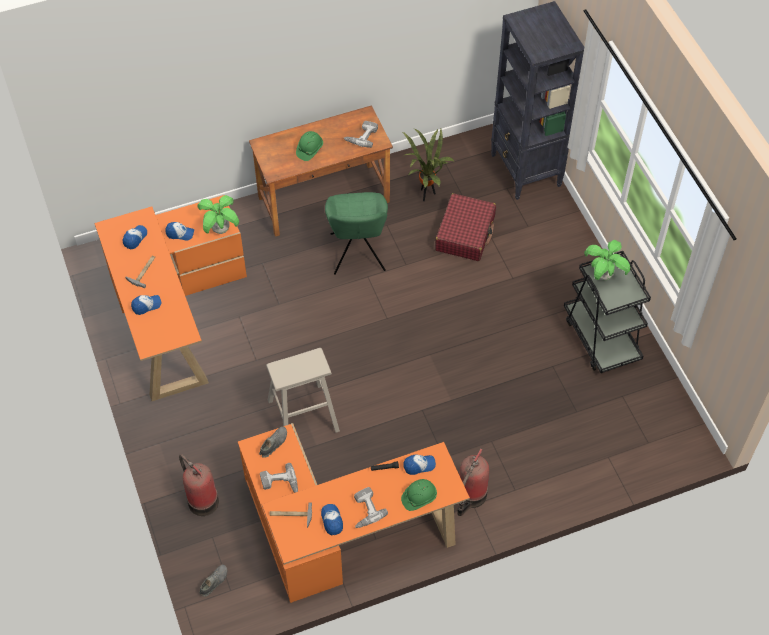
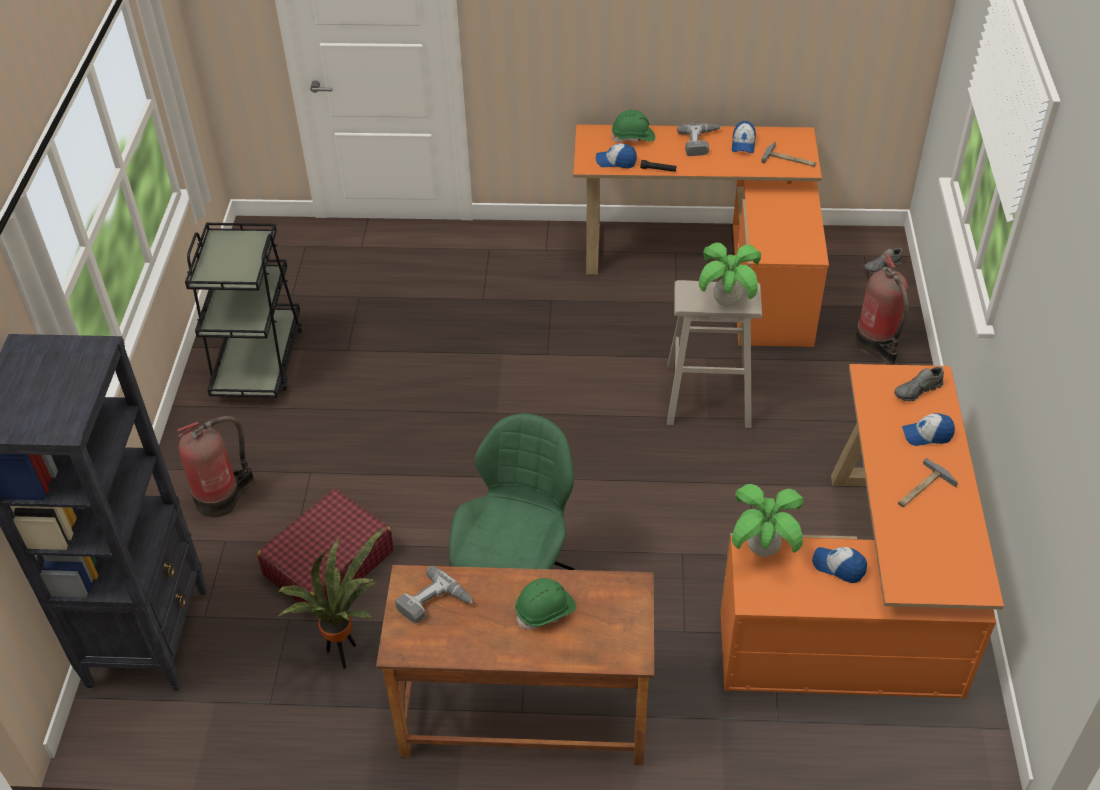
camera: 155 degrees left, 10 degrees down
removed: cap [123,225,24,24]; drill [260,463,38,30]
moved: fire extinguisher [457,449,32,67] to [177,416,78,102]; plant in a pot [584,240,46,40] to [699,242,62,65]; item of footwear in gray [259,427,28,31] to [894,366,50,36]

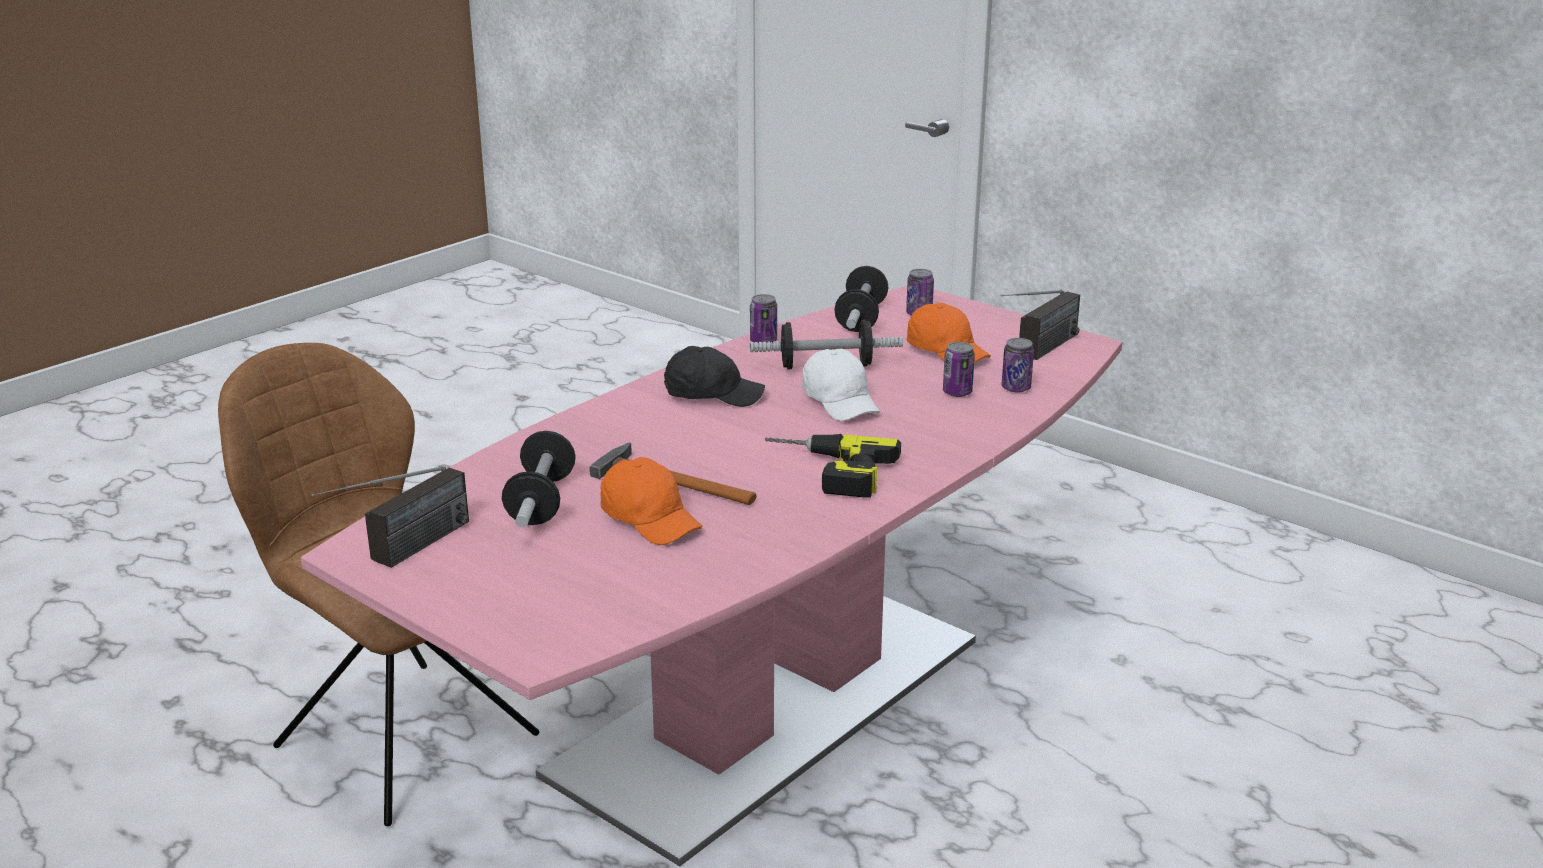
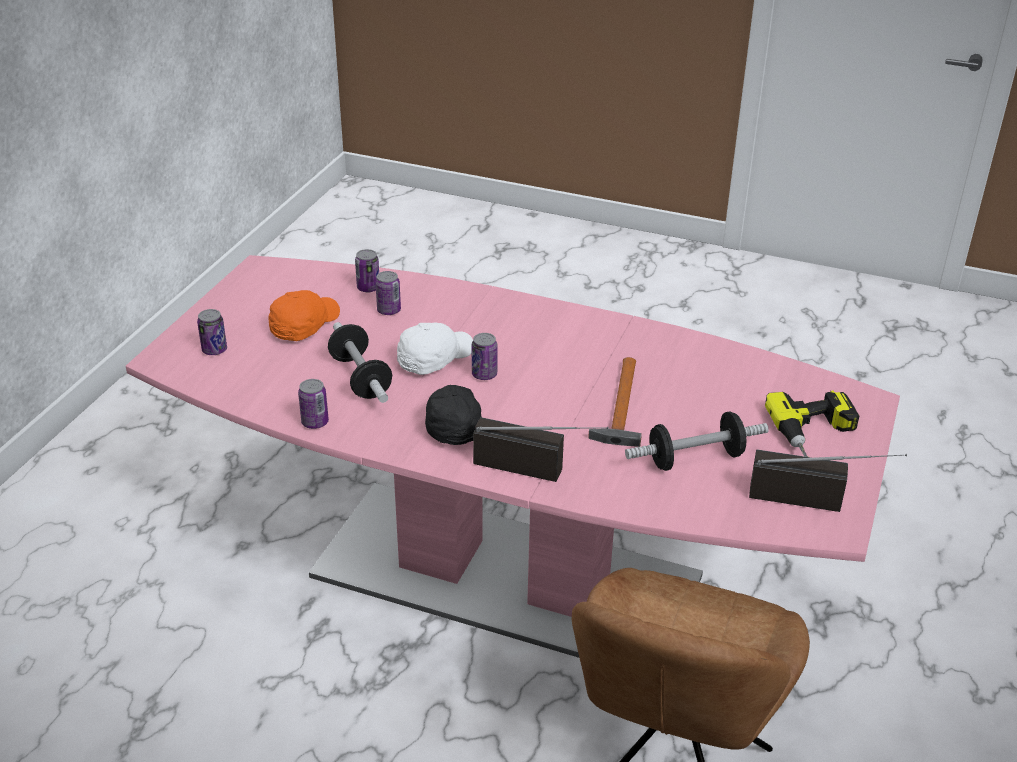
camera: 110 degrees left, 10 degrees up
removed: cap in orange [600,457,103,88]; dumbbell [834,266,55,66]
added: can [472,333,26,47]
moved: radio set [1001,290,79,70] to [473,417,135,65]; drill [765,434,136,64] to [765,390,94,67]

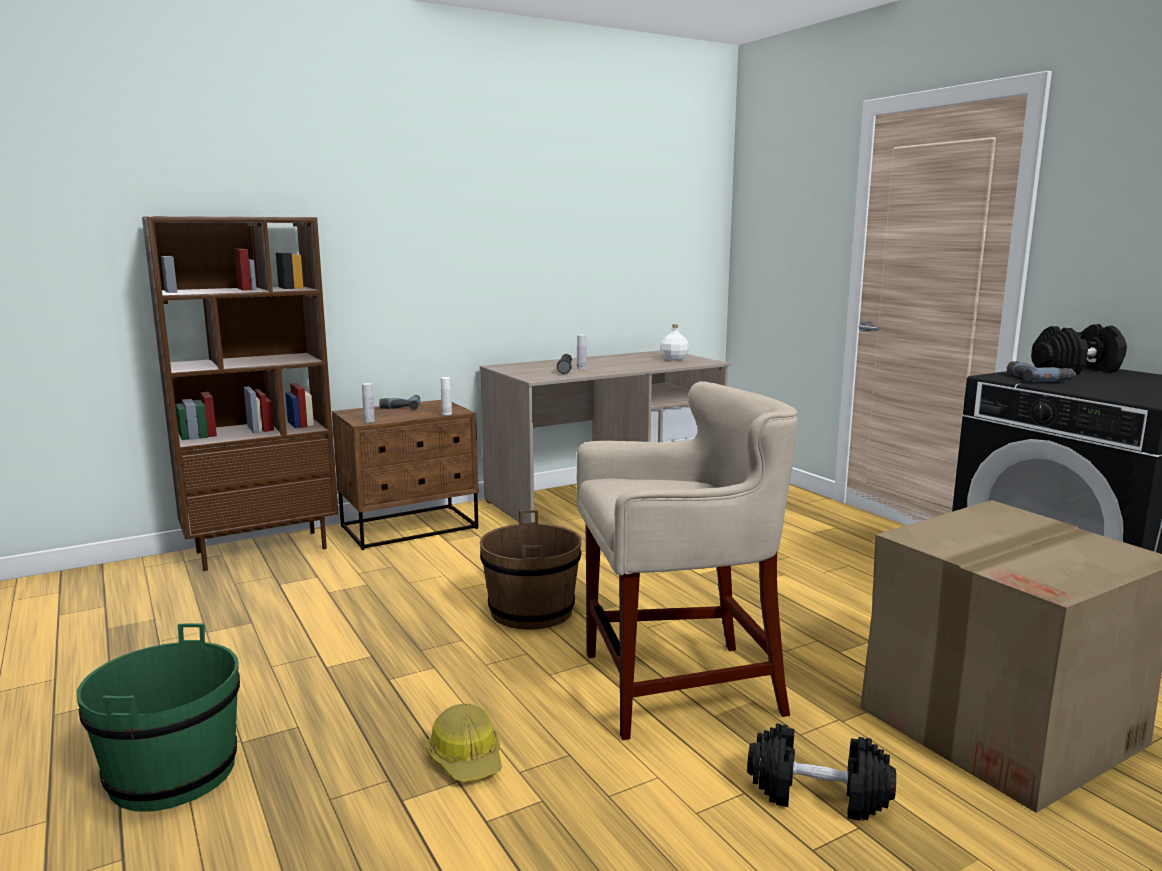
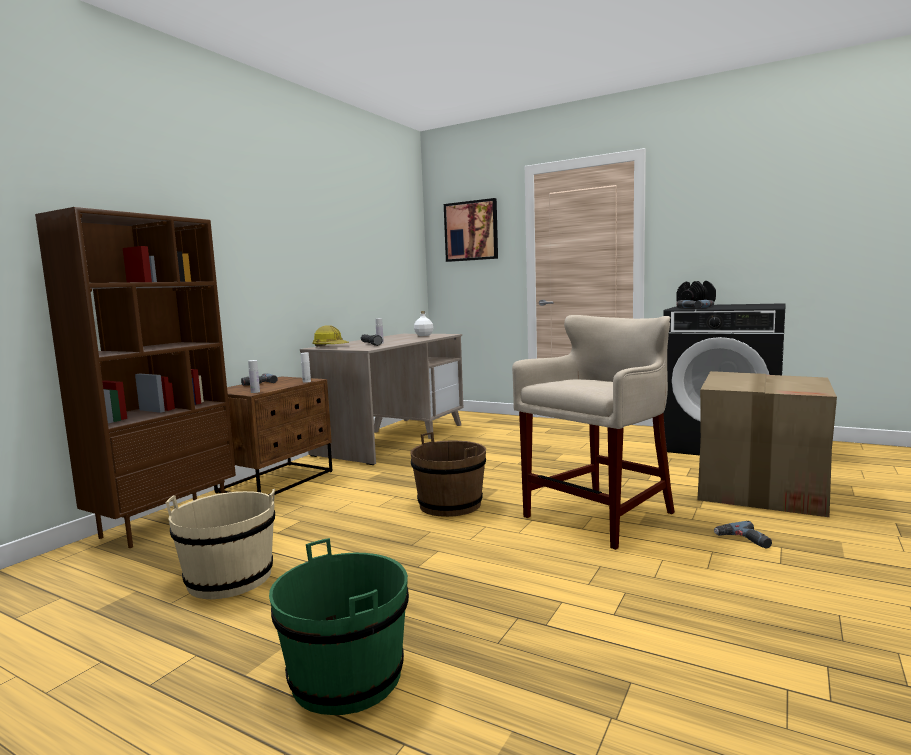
camera: 30 degrees left, 5 degrees down
added: water bucket in beige [166,489,109,110]; wall art [444,198,54,64]
moved: hard hat [426,704,76,78] to [312,325,37,22]
replaced: dumbbell in blackish [747,723,149,98] to drill [714,521,58,28]

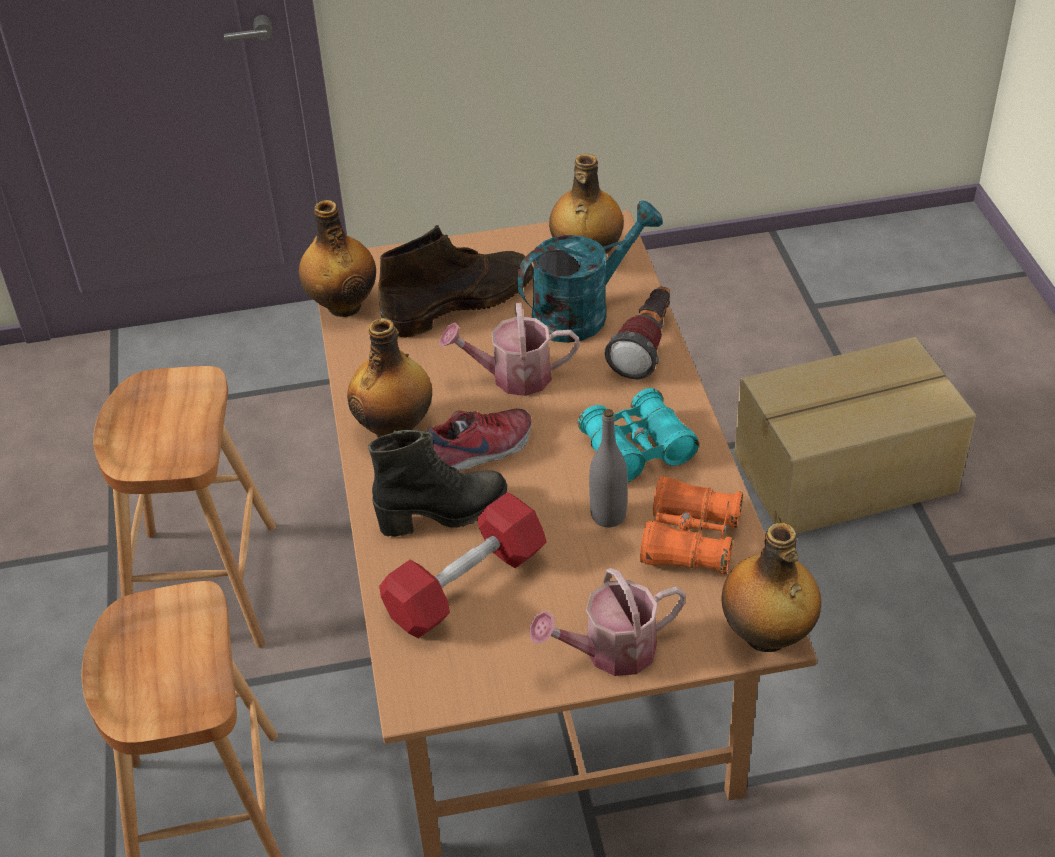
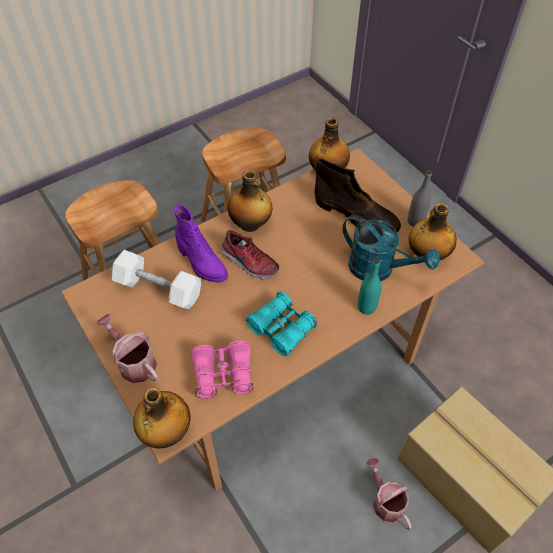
camera: 65 degrees right, 10 degrees up
moved: watering can [439,303,140,93] to [366,458,46,72]; drink bottle in gray [589,409,39,118] to [408,170,24,57]
replaced: flashlight [605,287,65,92] to drink bottle in blue-green [358,259,23,56]
recoloured: dumbbell in red-coloured [379,492,168,147] to dumbbell in whitish [112,250,89,59]; tall boot in blackish [368,430,139,107] to tall boot in purple [173,205,55,78]; field glasses in orange [640,476,103,98] to field glasses in pink [191,340,63,59]

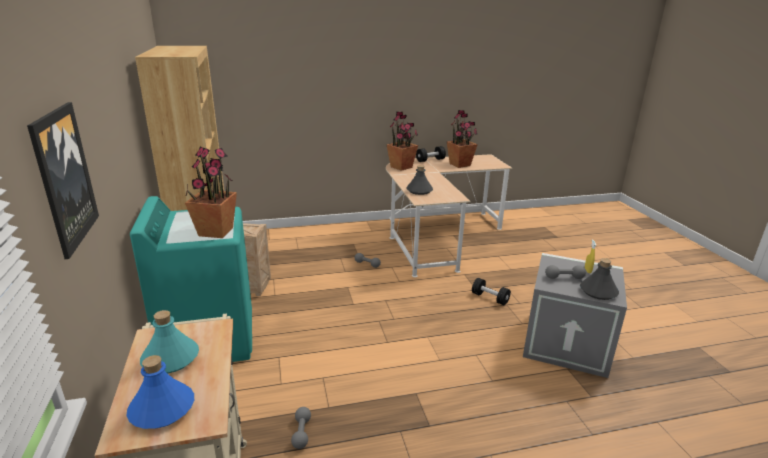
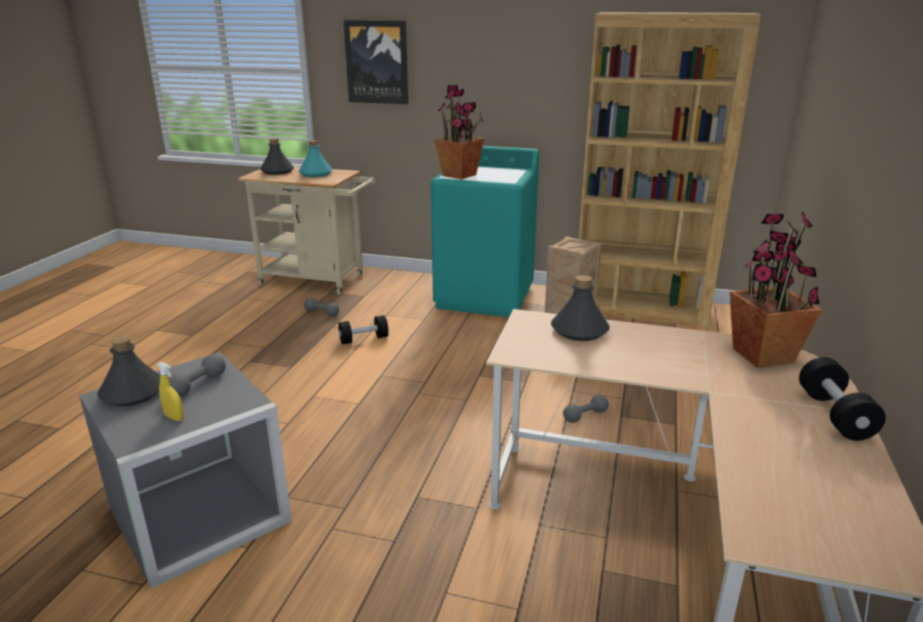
camera: 120 degrees right, 0 degrees up
removed: plant in a pot [447,110,31,58]
moved: dumbbell in blackish [472,278,39,27] to [338,315,51,29]
recoloured: drink bottle in bluish [126,355,68,74] to drink bottle in gray [260,138,34,37]

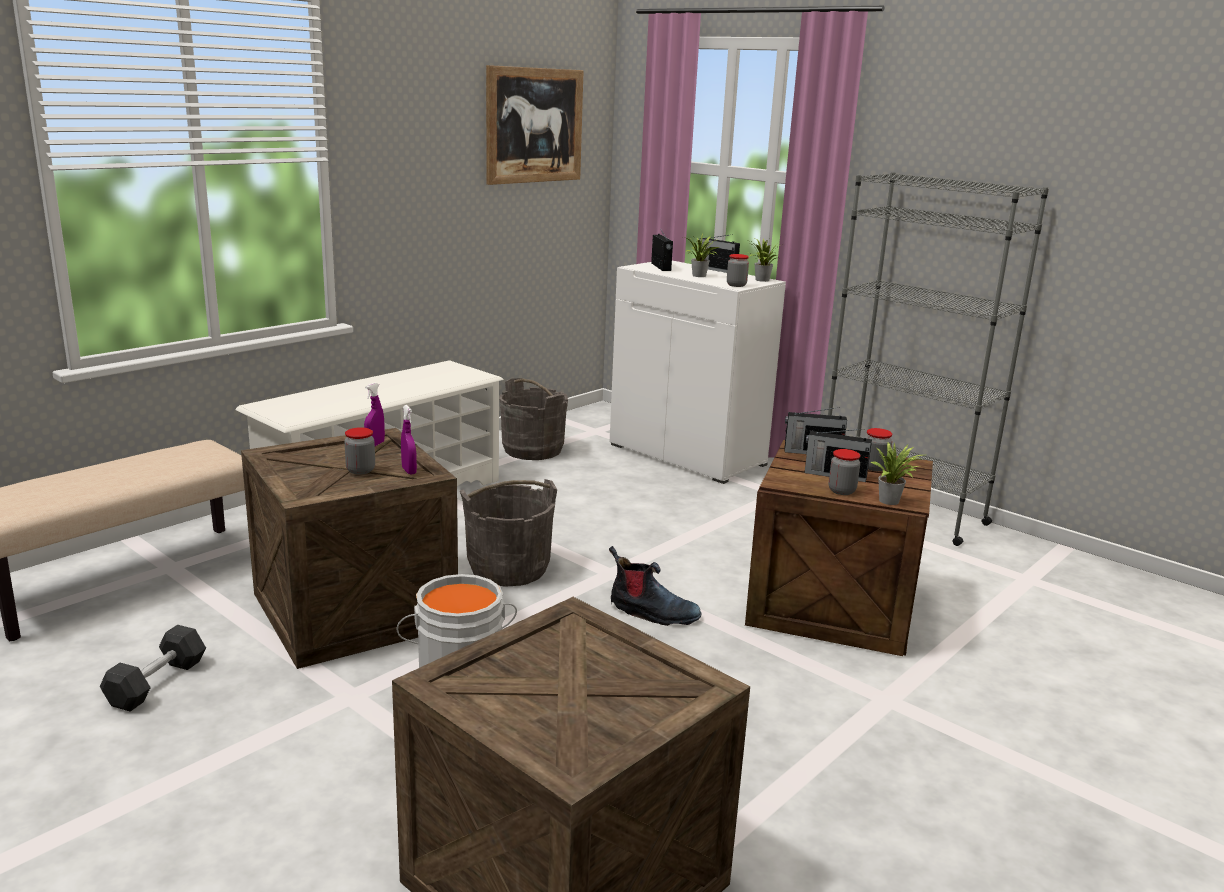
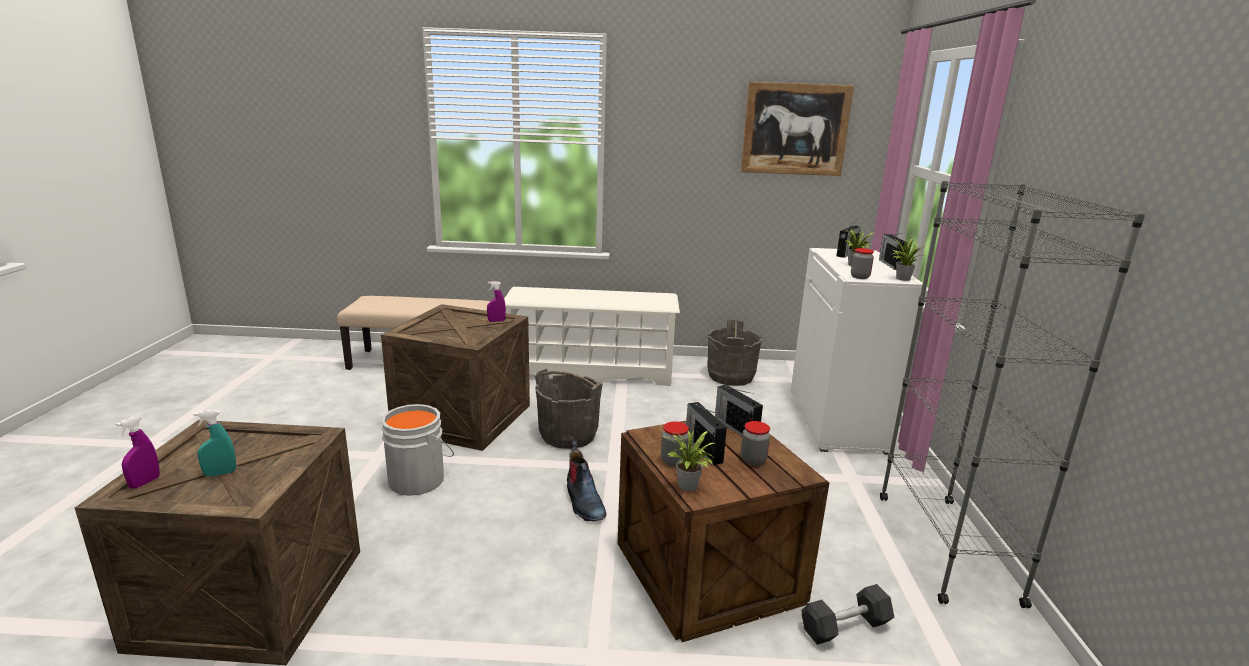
camera: 50 degrees right, 0 degrees up
removed: preserve jar [344,427,31,48]
added: sprayer in blue-green [194,410,42,67]
moved: sprayer in purple [401,405,16,70] to [115,416,45,73]; dumbbell in gray [100,625,106,87] to [802,584,93,61]

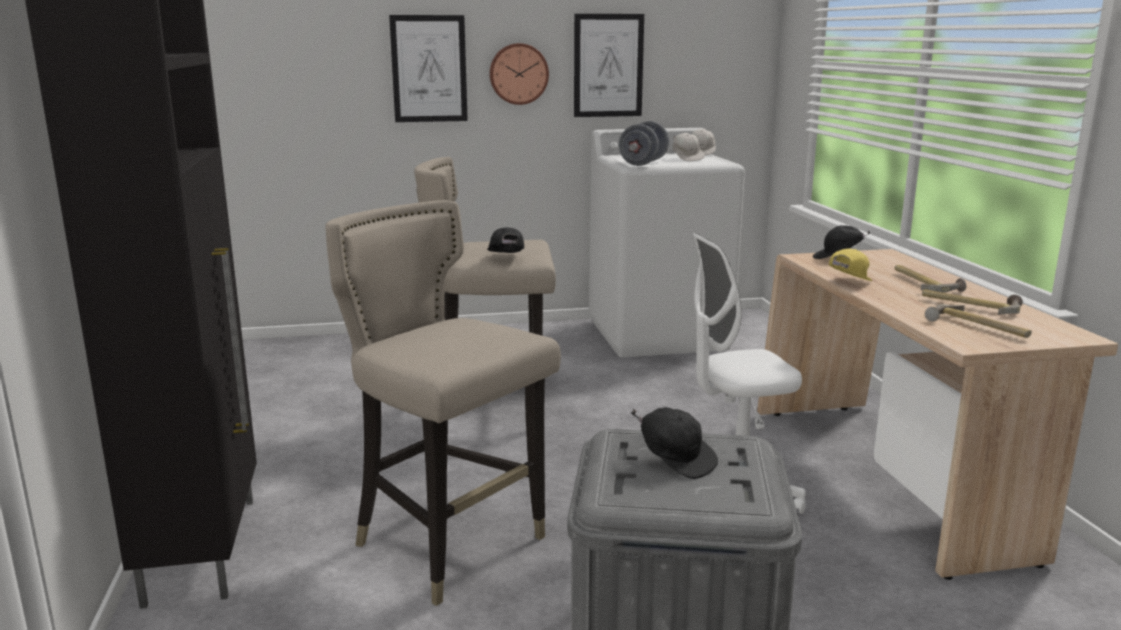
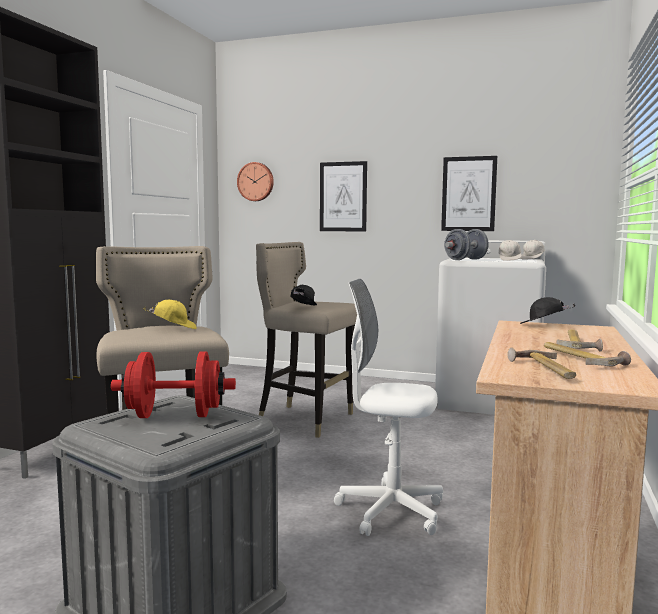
camera: 30 degrees right, 10 degrees down
moved: cap in yellow-coloured [829,249,43,32] to [144,300,53,29]; clock on the wall [489,43,60,62] to [237,162,37,39]
replaced: cap in blackish [631,407,87,72] to dumbbell in red-coloured [111,352,125,66]

